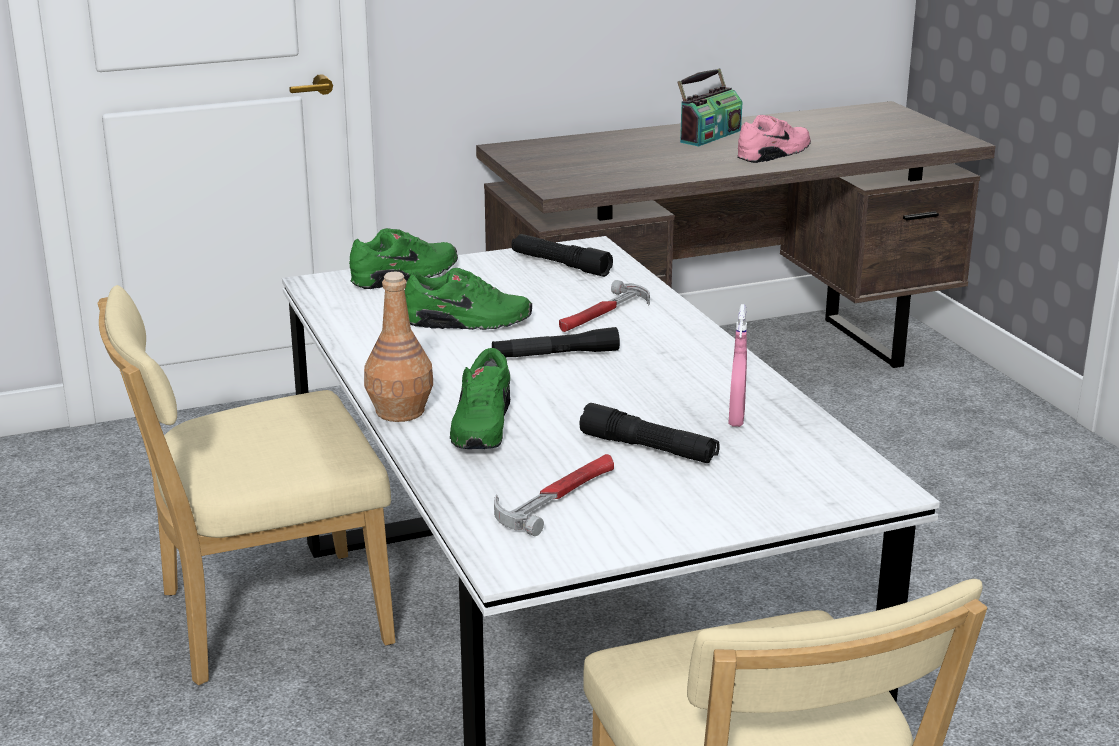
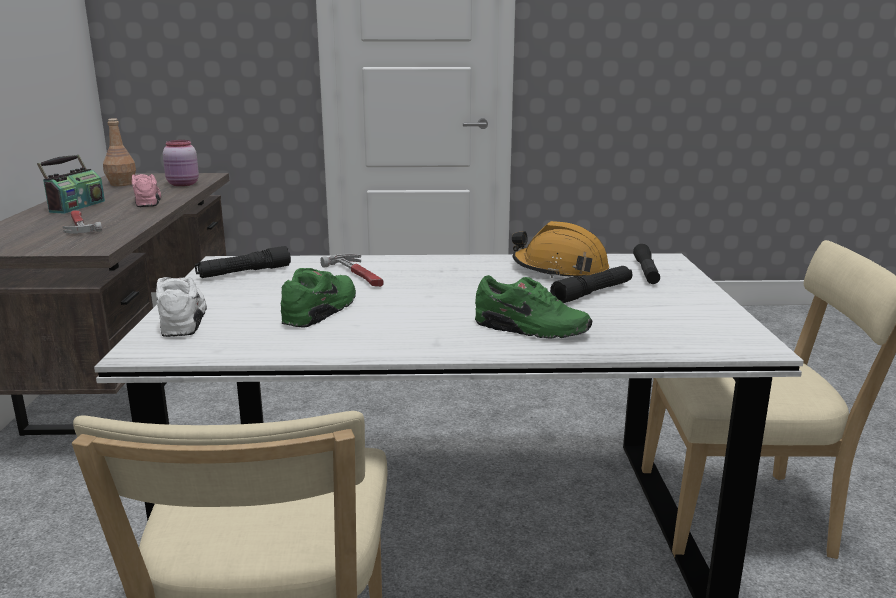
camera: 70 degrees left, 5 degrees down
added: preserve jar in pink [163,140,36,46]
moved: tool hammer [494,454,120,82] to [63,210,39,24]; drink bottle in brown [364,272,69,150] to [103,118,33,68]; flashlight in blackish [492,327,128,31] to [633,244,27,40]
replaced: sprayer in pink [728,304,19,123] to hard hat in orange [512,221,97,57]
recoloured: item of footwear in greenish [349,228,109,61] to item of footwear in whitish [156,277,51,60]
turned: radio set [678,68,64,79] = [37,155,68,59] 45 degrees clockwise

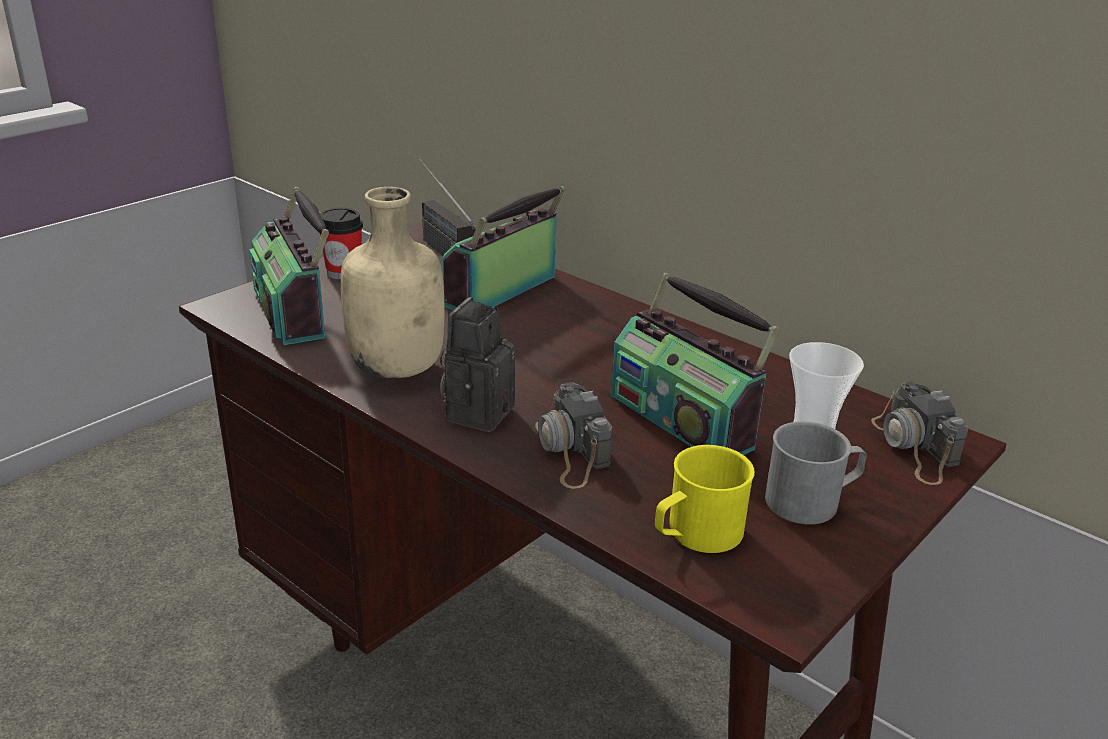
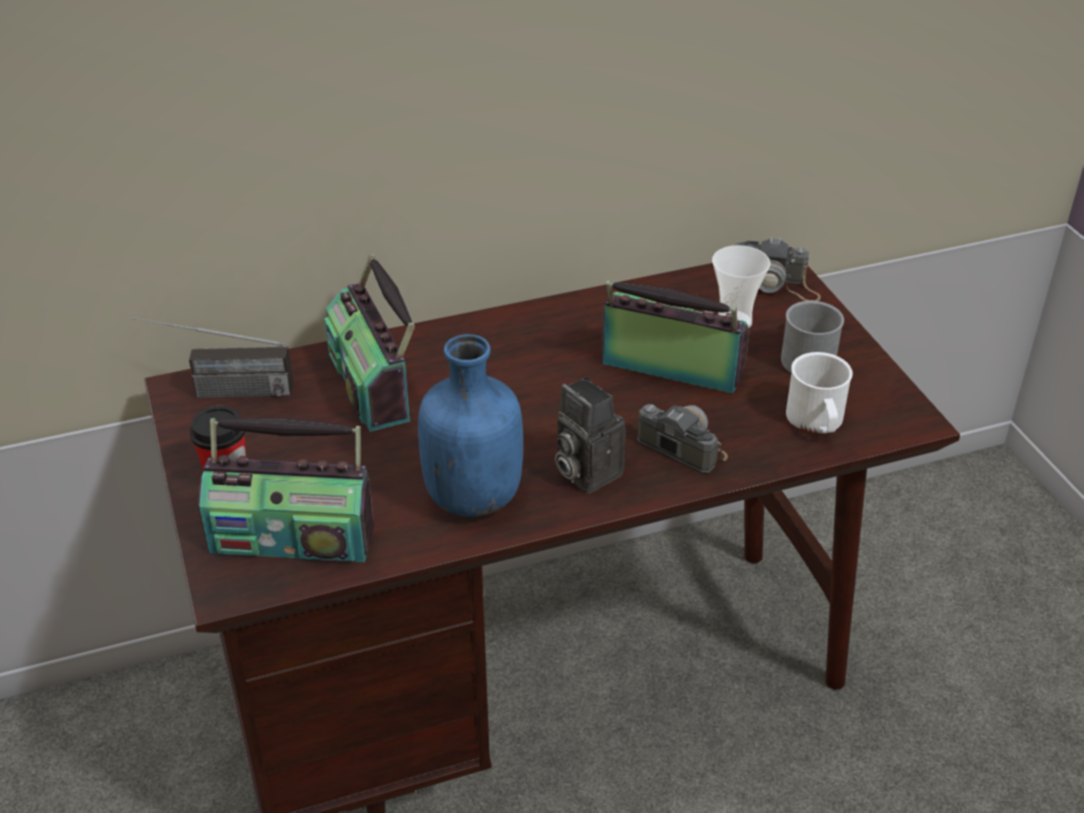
camera: 60 degrees left, 10 degrees up
recoloured: drink bottle in beige [341,187,103,192] to drink bottle in bluish [418,334,105,183]; tea mug in yellow-coloured [655,445,100,108] to tea mug in whitish [786,352,67,82]
turned: radio set [611,273,168,182] = [602,280,148,113] 150 degrees counterclockwise; still camera [535,382,77,107] = [637,404,91,70] 150 degrees counterclockwise

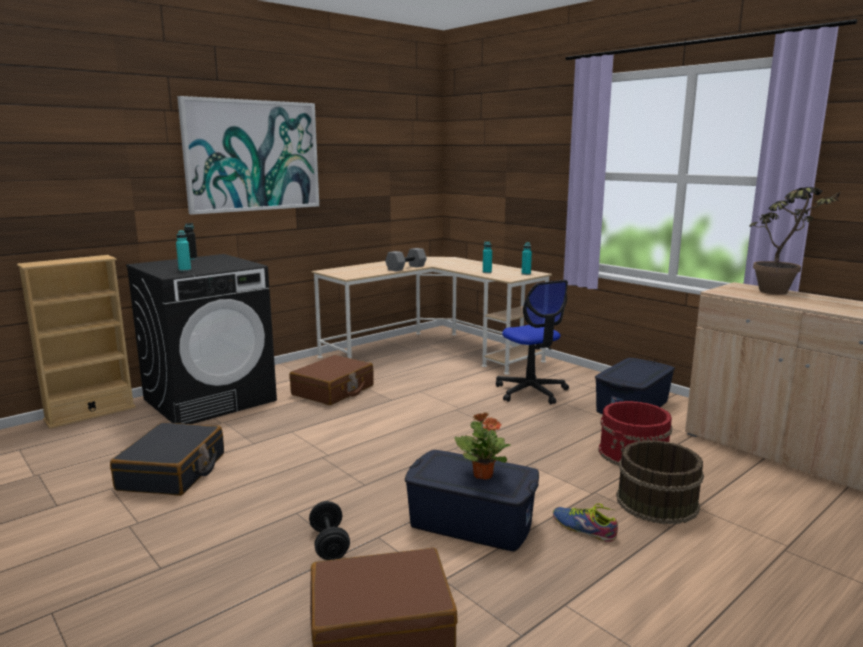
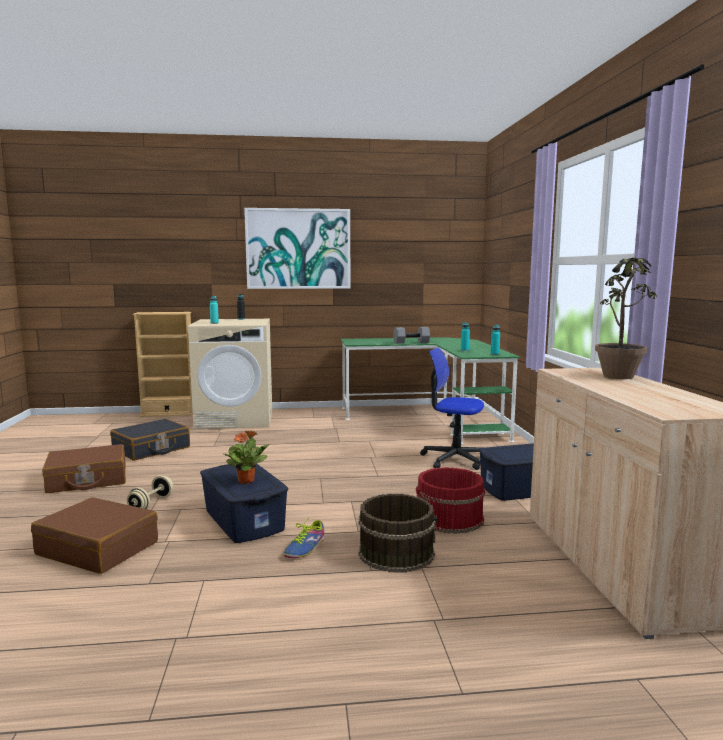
camera: 35 degrees right, 5 degrees down
moved: travel case in brown [289,355,85,50] to [42,444,84,49]
recoloured: dumbbell in blackish [309,501,41,59] to dumbbell in beige [127,475,47,34]; laundry appliance in blackish [126,254,151,170] to laundry appliance in beige [188,319,84,110]; desk table in beige [311,257,241,118] to desk table in greenish [341,337,179,107]
turned: item of footwear [553,504,65,38] = [284,517,41,41] 135 degrees counterclockwise; office chair [496,280,73,124] = [420,348,64,122] 105 degrees clockwise

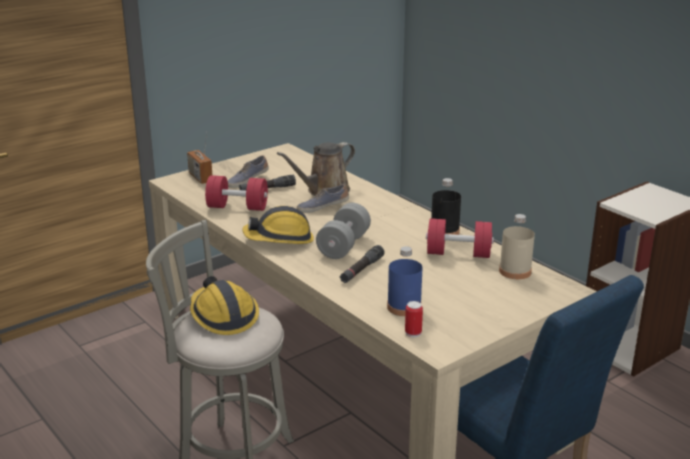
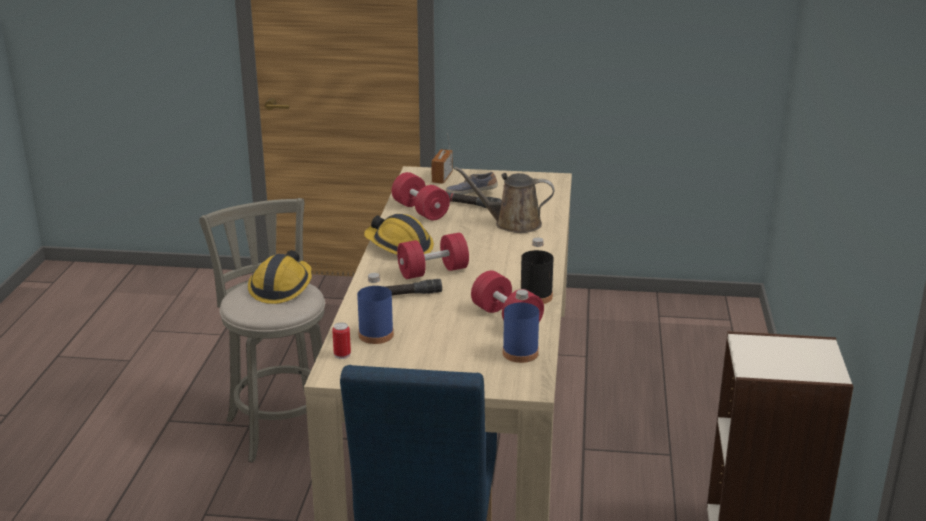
camera: 45 degrees right, 0 degrees up
removed: item of footwear [297,184,52,29]
recoloured: dumbbell in gray [316,203,55,56] to dumbbell in red-coloured [397,233,72,46]; drink bottle in beige [499,214,36,65] to drink bottle in bluish [503,289,36,74]

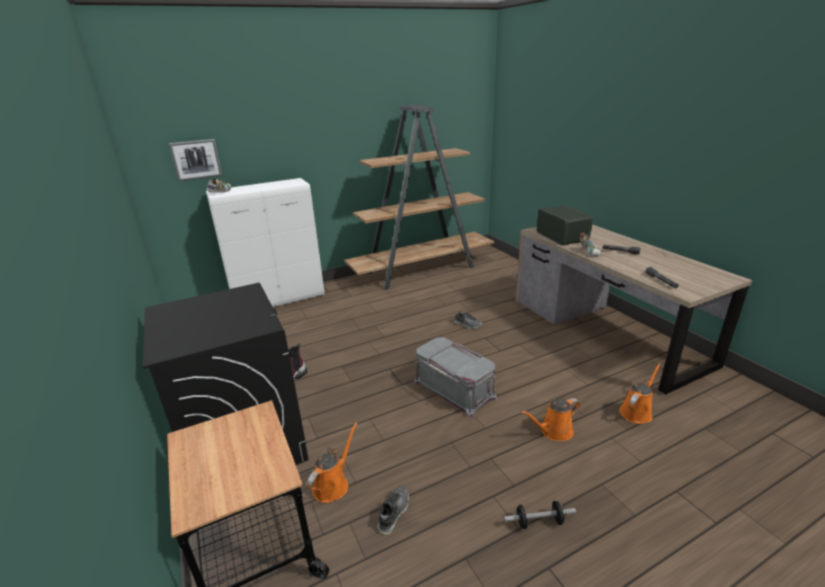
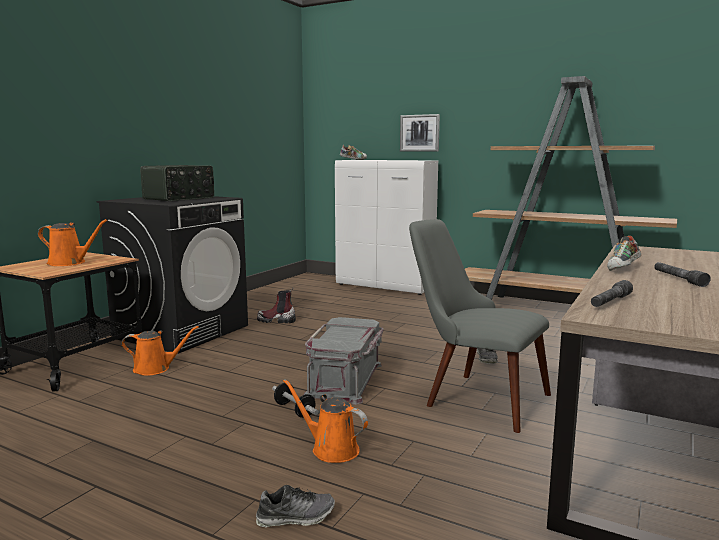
camera: 55 degrees right, 15 degrees down
added: upright chair in gray [409,219,142,214]
moved: watering can in orange [619,364,42,60] to [38,219,69,47]; radio set [537,205,56,41] to [140,165,74,36]; item of footwear [378,486,31,49] to [256,485,79,43]; dumbbell [504,501,72,28] to [272,383,47,35]; wall art [169,139,54,42] to [400,114,40,38]

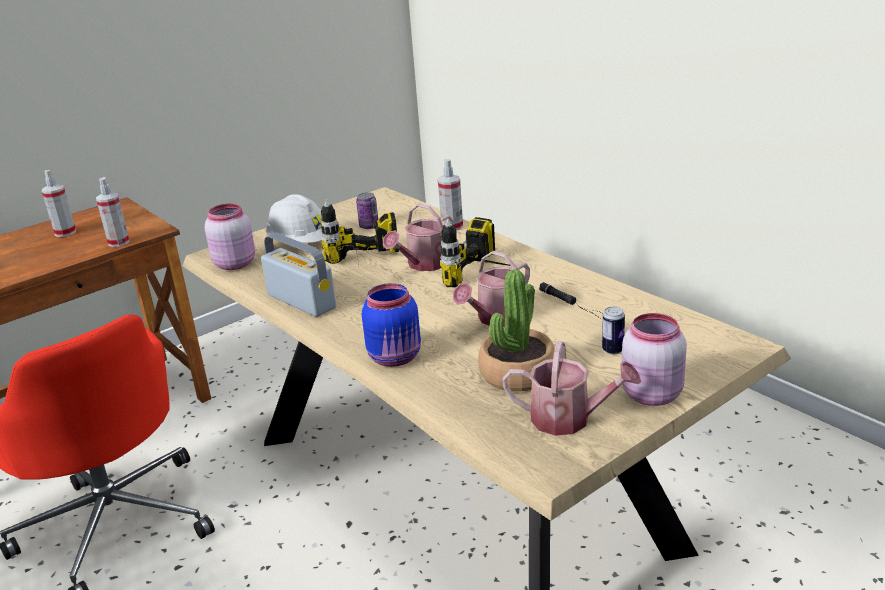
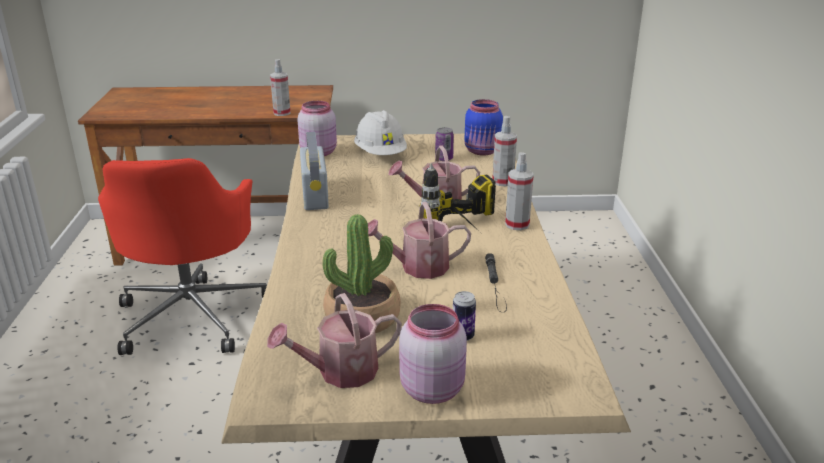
camera: 35 degrees right, 0 degrees up
removed: drill [321,199,78,65]
moved: preserve jar in bluish [362,283,59,84] to [464,99,39,57]; sprayer [42,170,34,67] to [505,152,29,78]
turned: watering can [502,341,139,95] = [267,293,135,95] 105 degrees clockwise

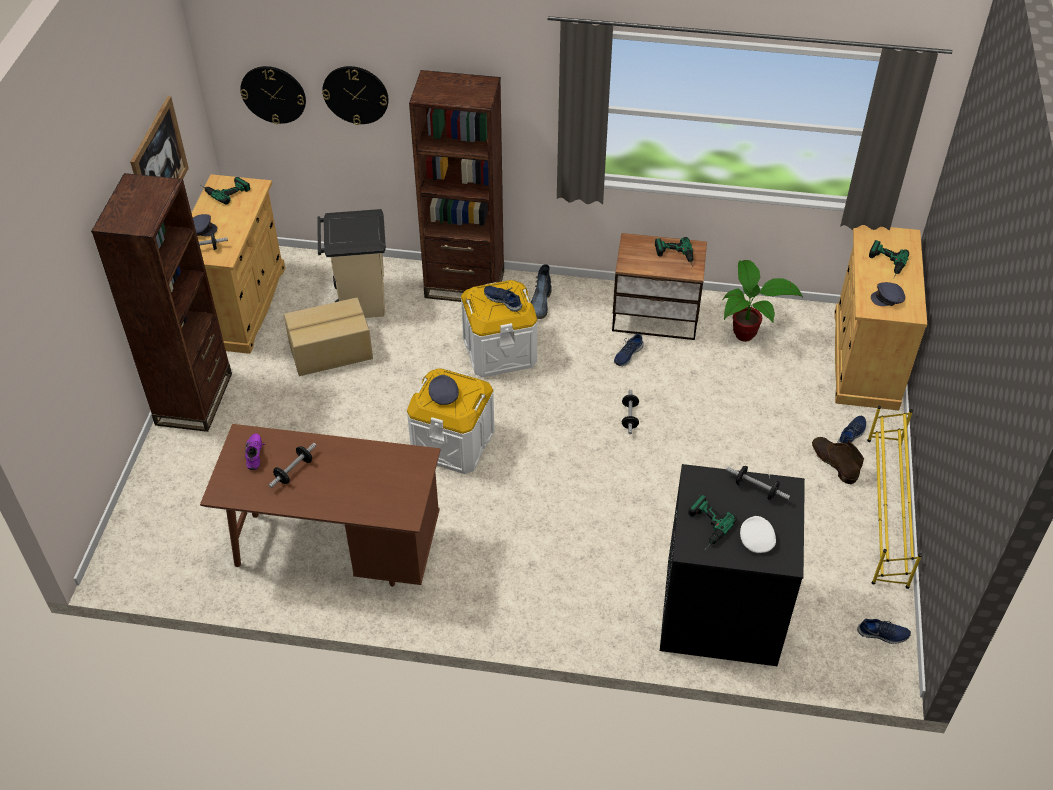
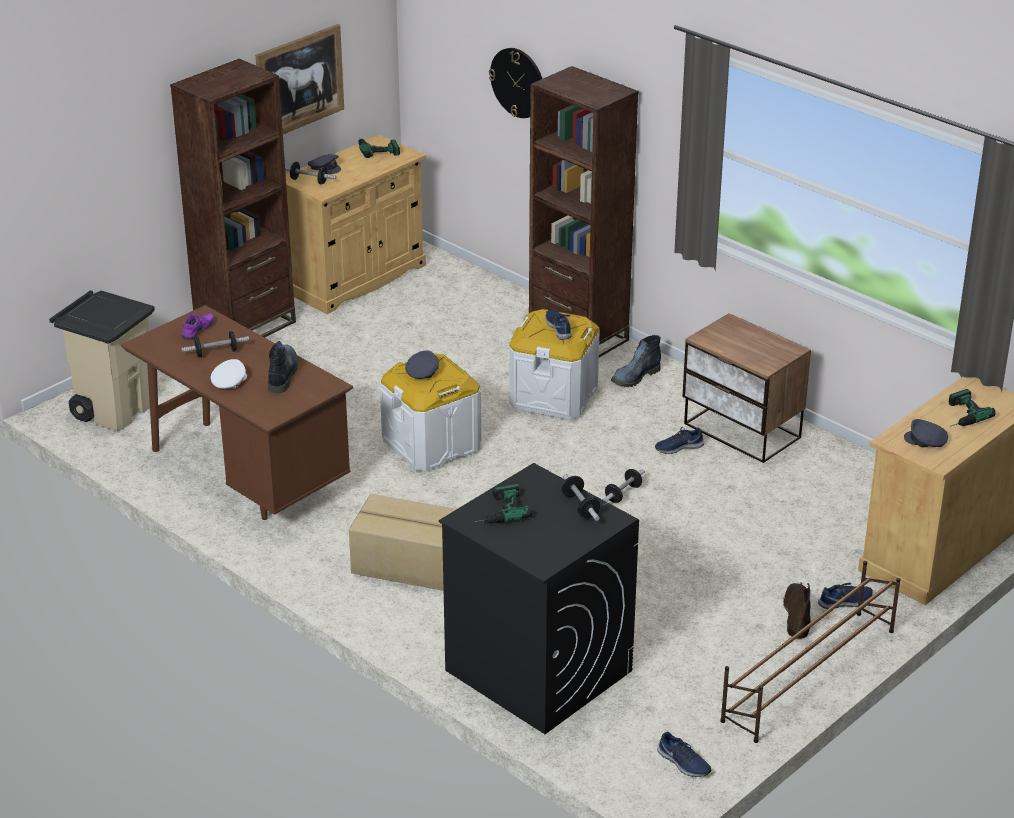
camera: 35 degrees right, 15 degrees down
removed: clock on the wall [240,66,66,58]; drill [655,237,38,28]; plant in a pot [722,260,81,82]
added: tall boot [268,341,30,52]
moved: rubbish bin in beige [317,209,69,109] to [49,290,106,142]; cap in whitish [740,516,36,37] to [211,359,36,30]; carton [284,297,89,79] to [349,494,107,97]
recoloured: shoe shelf in yellow-coloured [867,406,55,183] to shoe shelf in brown [720,561,181,182]

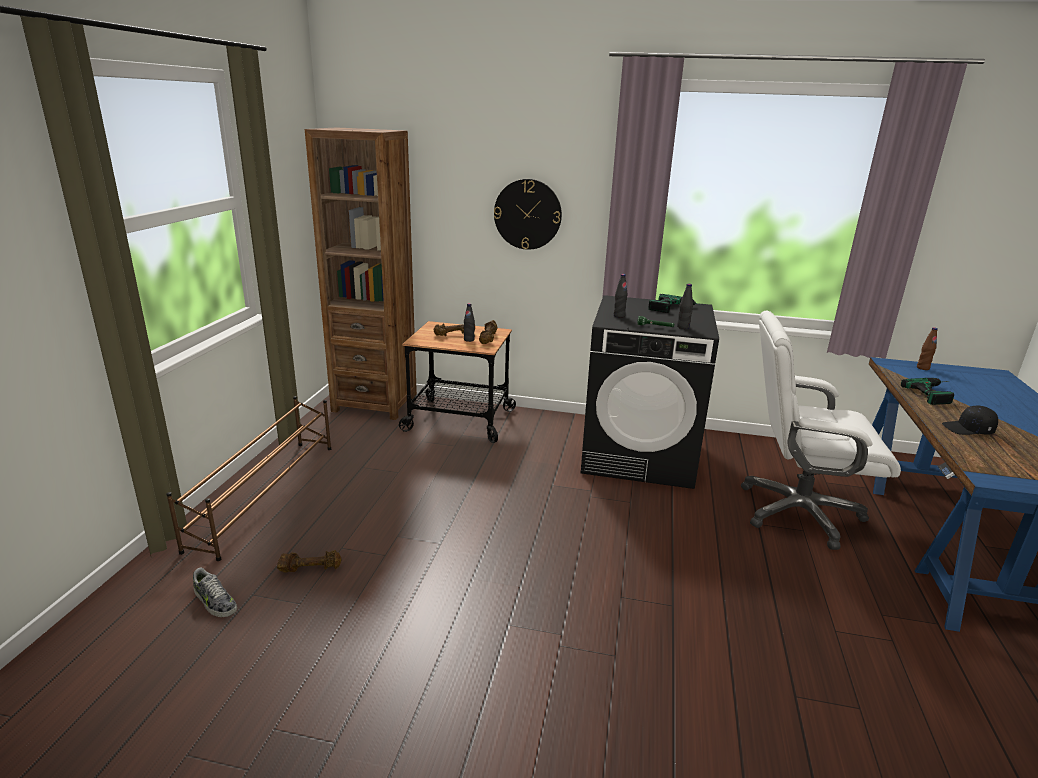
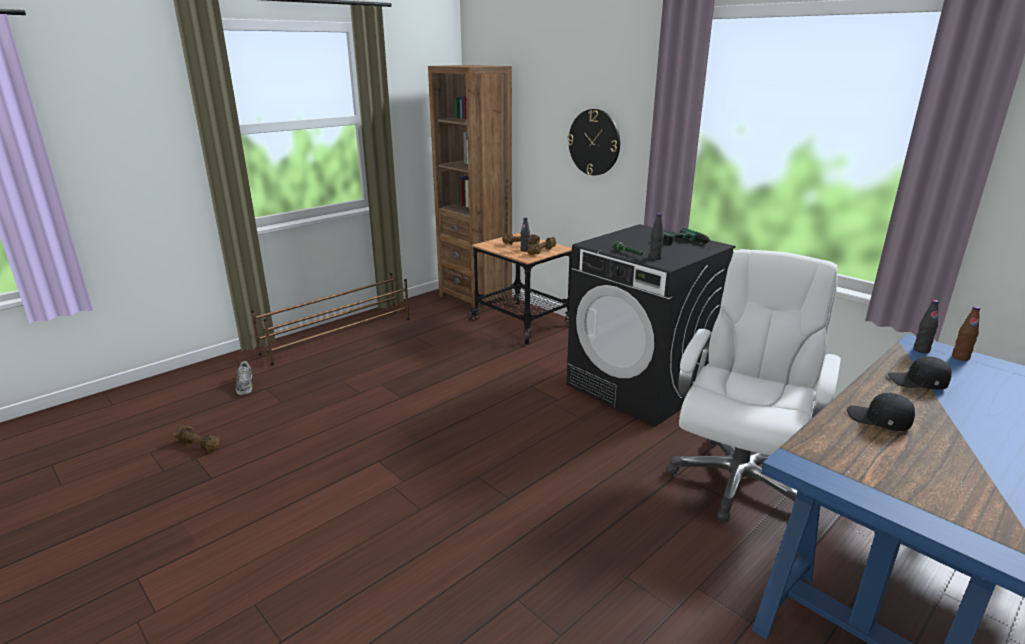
camera: 35 degrees right, 0 degrees up
moved: dumbbell in brown [277,550,65,22] to [173,425,47,27]; drink bottle in blackish [614,274,14,44] to [913,300,26,53]
replaced: drill [901,378,53,27] to cap in blackish [888,356,64,34]
turned: office chair in whitish [741,310,160,240] = [667,249,174,273] 75 degrees clockwise

